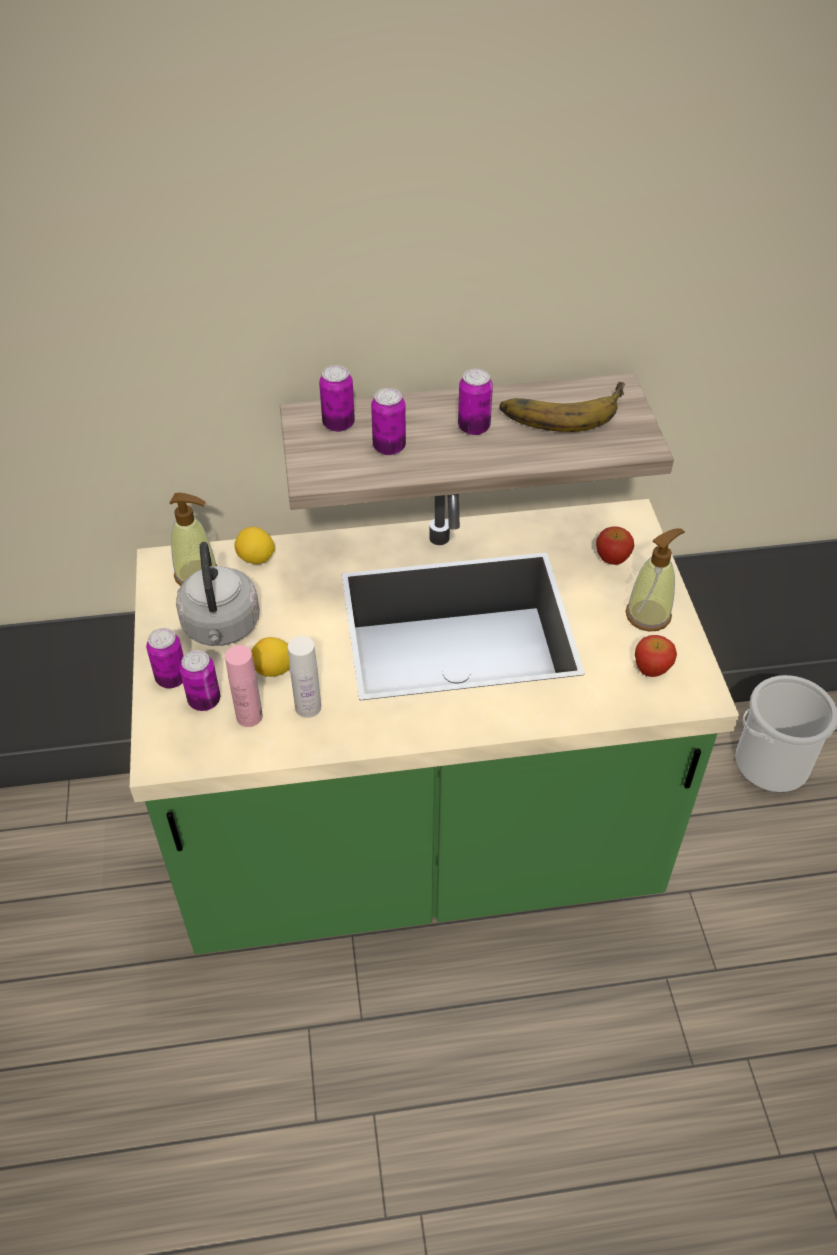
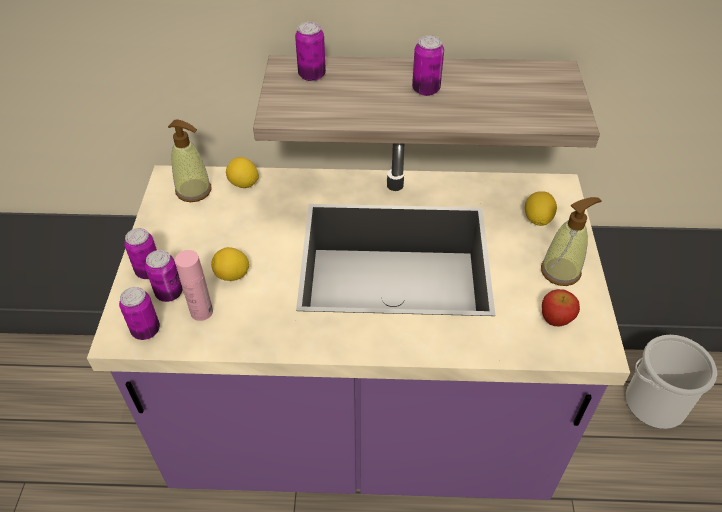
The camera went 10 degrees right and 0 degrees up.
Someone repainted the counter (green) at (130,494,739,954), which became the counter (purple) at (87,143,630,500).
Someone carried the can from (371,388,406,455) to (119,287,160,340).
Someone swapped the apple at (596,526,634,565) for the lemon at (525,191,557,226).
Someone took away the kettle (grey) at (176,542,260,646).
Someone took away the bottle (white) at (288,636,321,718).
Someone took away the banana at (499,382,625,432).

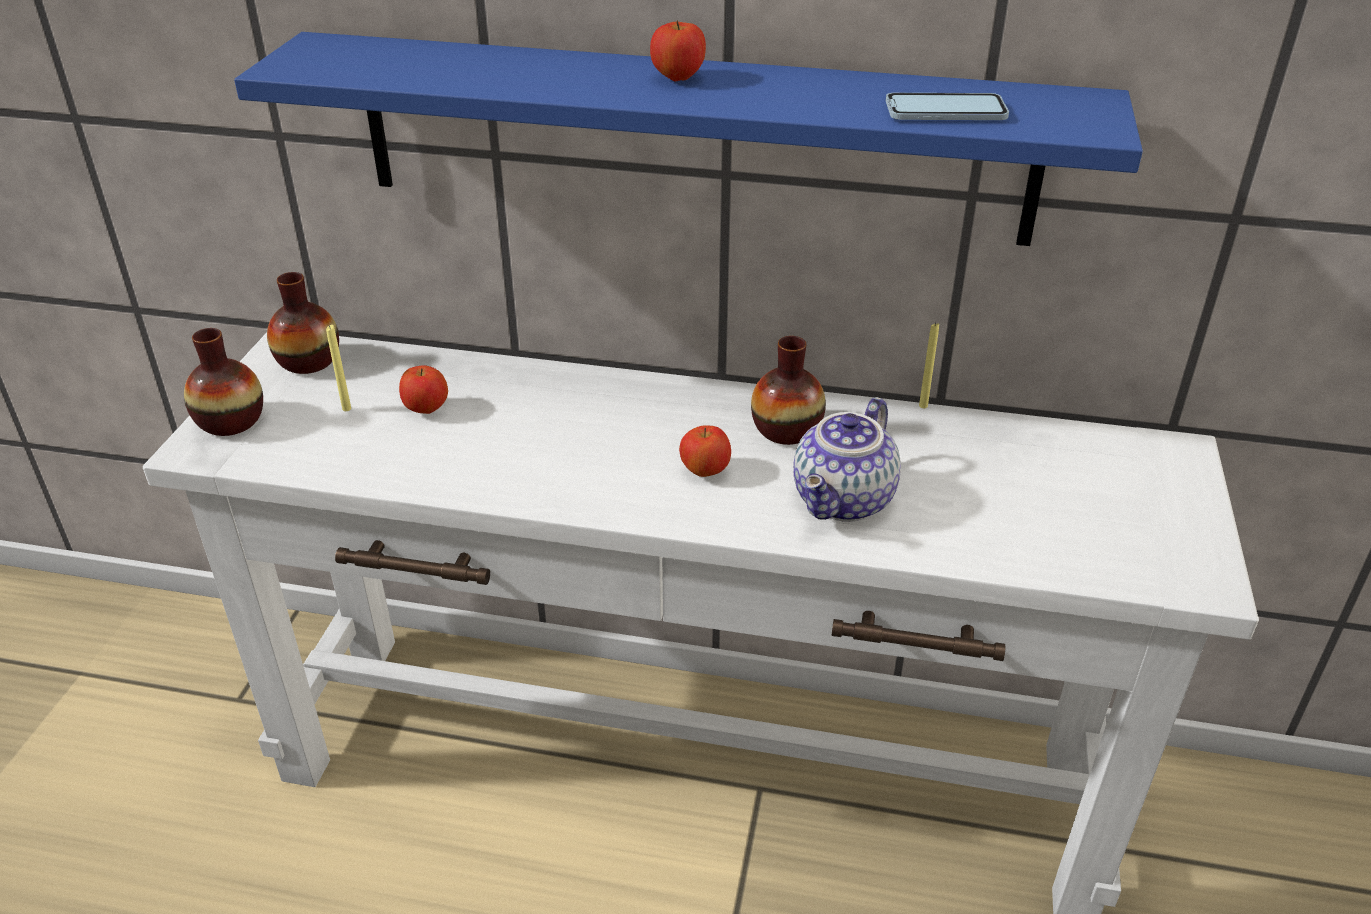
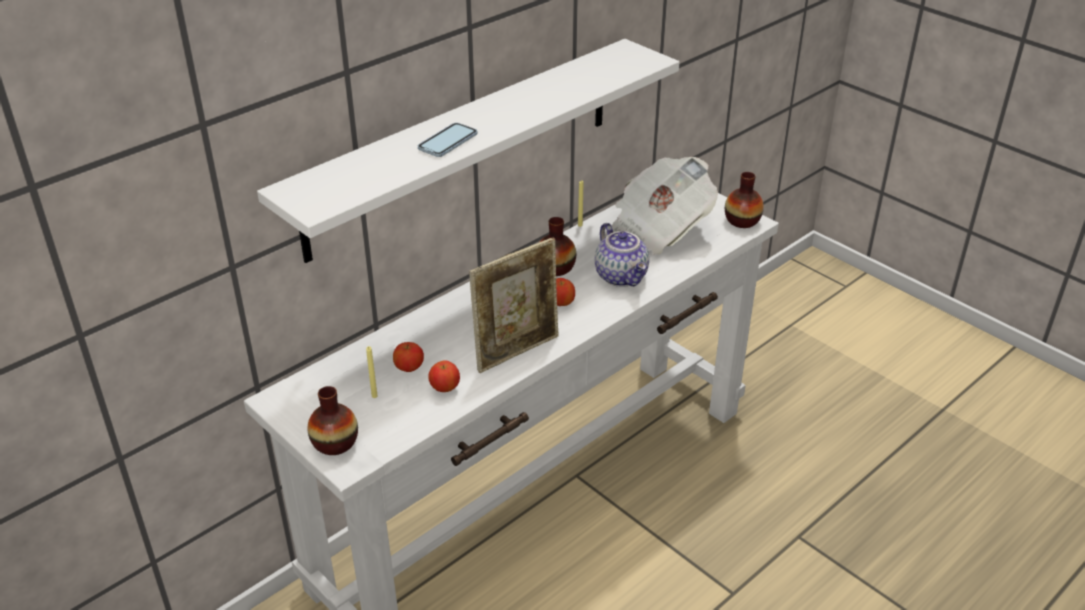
The camera went 55 degrees left and 0 degrees up.
Someone repainted the shelf (blue) at (234,32,1143,246), which became the shelf (white) at (257,39,679,263).
Someone carried the phone from (886,93,1009,120) to (418,123,477,157).
Someone carried the apple from (650,20,706,81) to (428,360,460,392).
Someone put down the picture frame at (469,237,558,373).
Someone put down the newspaper at (605,157,718,255).
Someone carried the vase from (267,272,339,374) to (725,172,764,228).

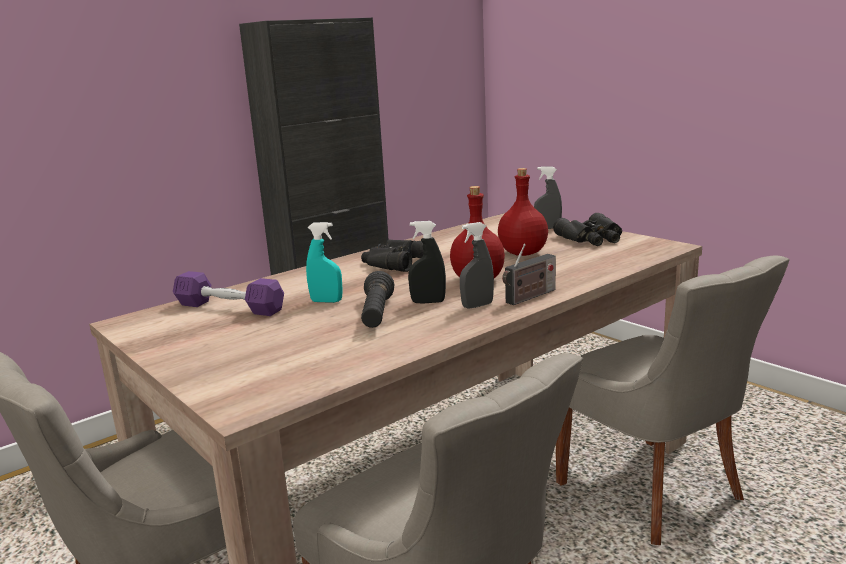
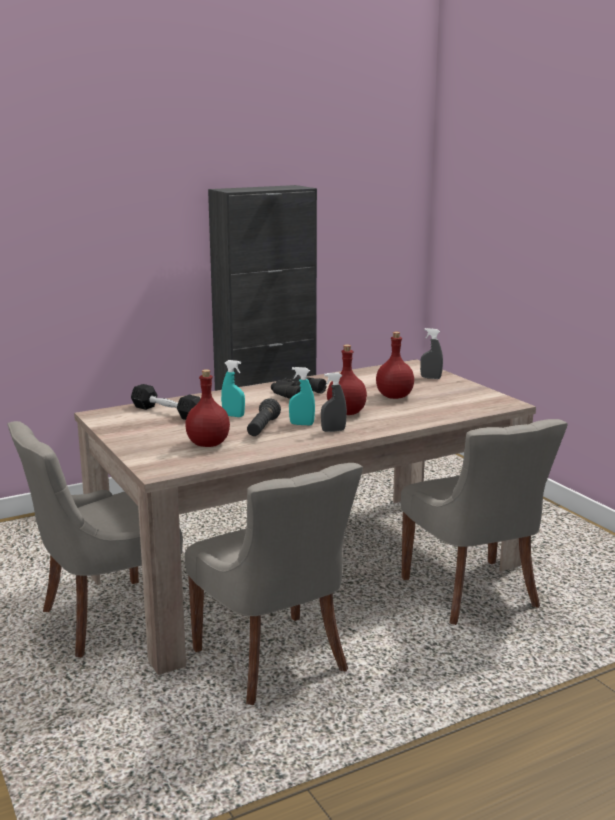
The camera went 10 degrees right and 0 degrees up.
Someone repainted the dumbbell (purple) at (173,271,284,316), which became the dumbbell (black) at (131,384,200,420).
Someone put down the bottle (red) at (185,369,230,447).
Someone repainted the spray bottle (black) at (408,221,446,304), which became the spray bottle (turquoise) at (289,367,315,425).
Someone took away the radio at (502,244,556,305).
Someone took away the binoculars (black) at (553,213,622,246).

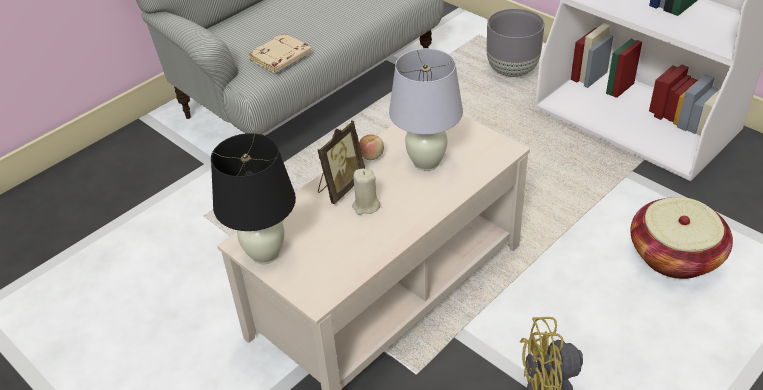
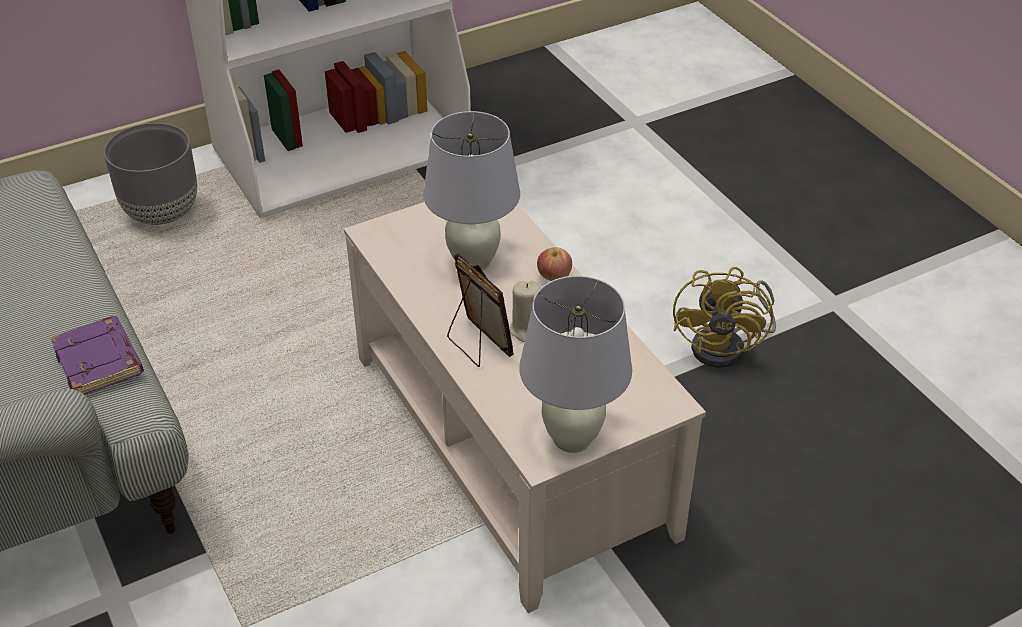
The camera went 75 degrees left and 0 degrees up.
Someone repainted the book (beige) at (249,33,311,73), which became the book (purple) at (50,316,144,395).
Someone repainted the table lamp (black) at (211,133,296,264), which became the table lamp (white) at (519,276,632,453).
Someone carried the apple from (359,134,384,160) to (537,247,572,281).
Someone took away the basket at (630,197,733,279).

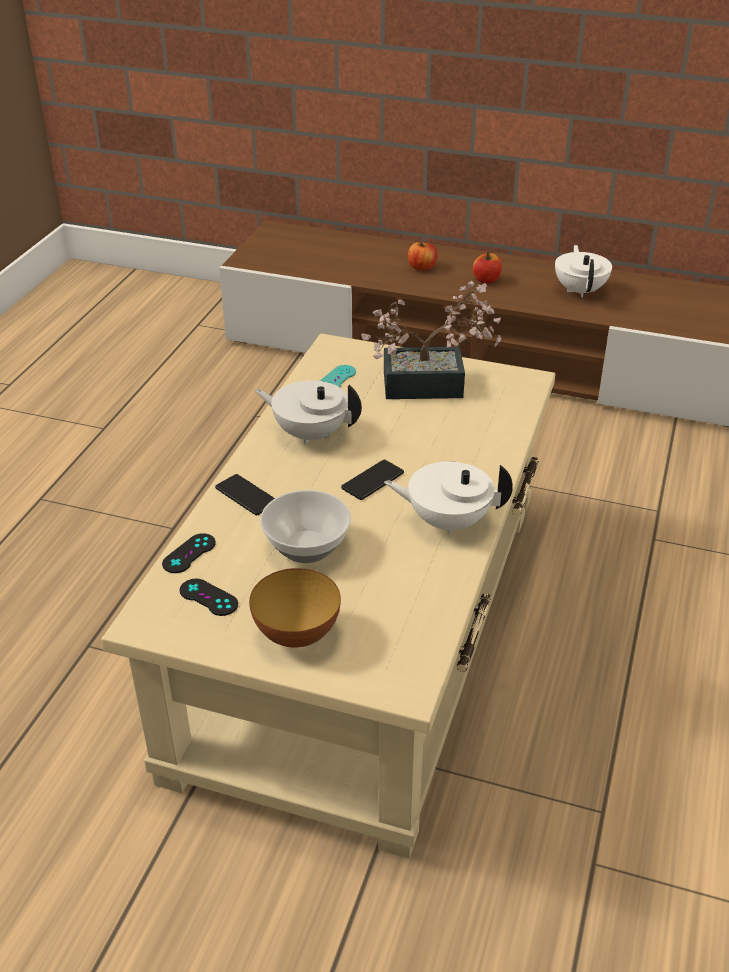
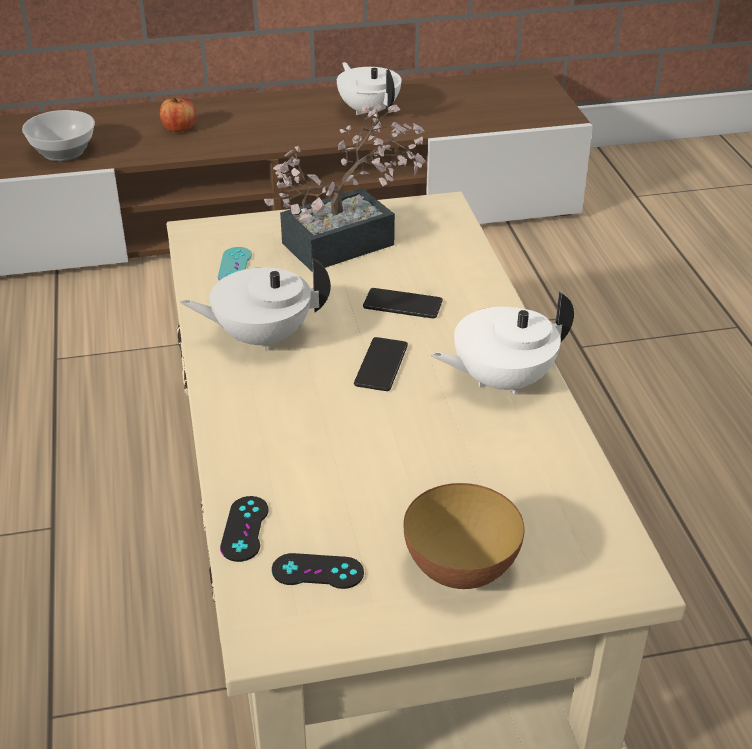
The camera went 30 degrees left and 0 degrees up.
Someone carried the bowl from (260,490,351,563) to (22,110,95,161).
Someone carried the phone from (215,474,275,515) to (363,288,443,319).
Someone took away the apple at (473,252,502,283).

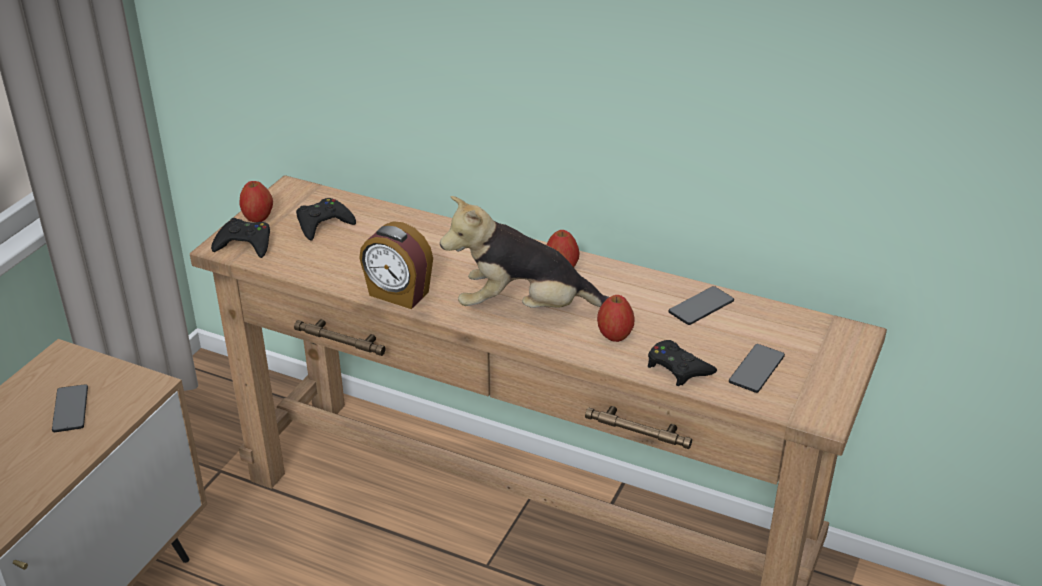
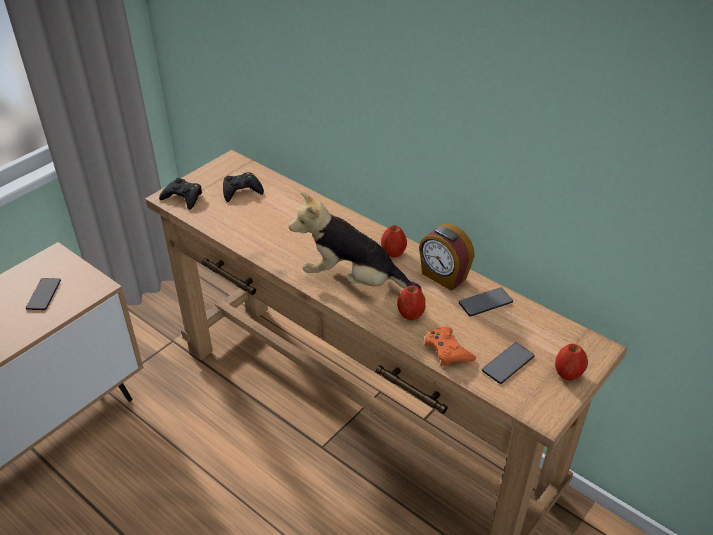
The camera went 15 degrees right and 5 degrees up.
Someone carried the alarm clock from (359,221,433,309) to (419,223,474,291).
Someone repainted the game controller (black) at (648,340,717,386), which became the game controller (orange) at (424,327,476,366).
Someone carried the apple from (240,181,273,222) to (555,344,588,381).

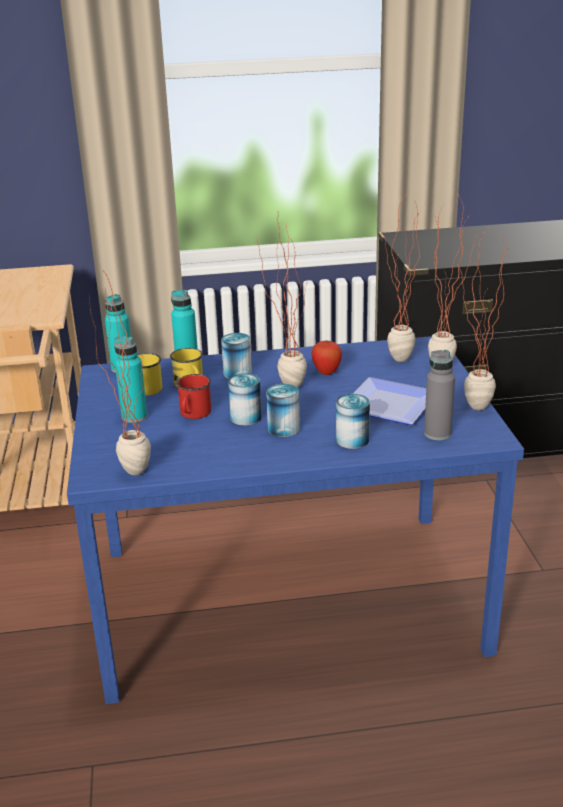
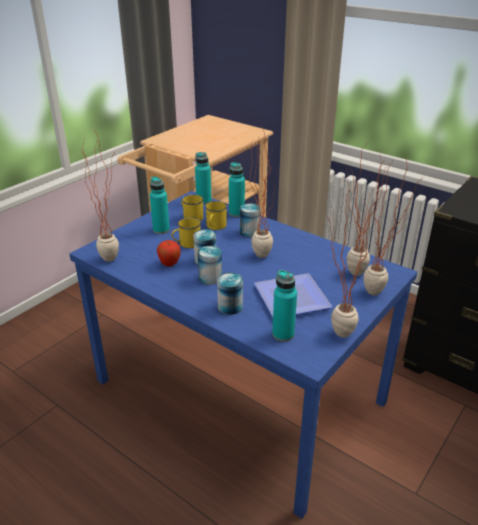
The camera went 45 degrees right and 5 degrees up.
Someone carried the apple from (311,341,342,375) to (157,240,181,267).
Someone repainted the mug (red) at (176,374,211,419), which became the mug (yellow) at (171,217,201,248).
Someone repainted the bottle (grey) at (424,350,455,441), which became the bottle (turquoise) at (272,270,297,342).

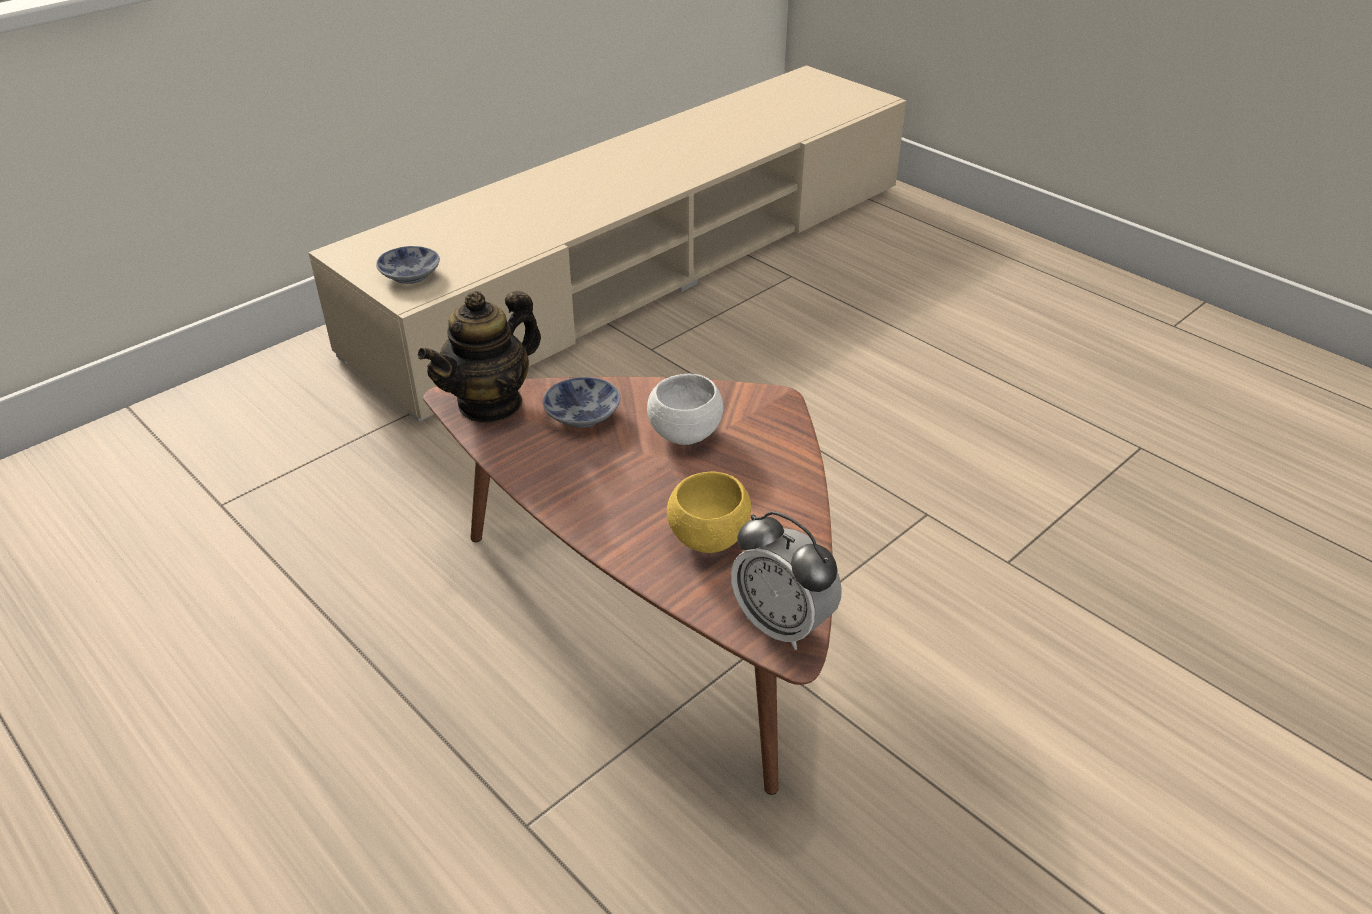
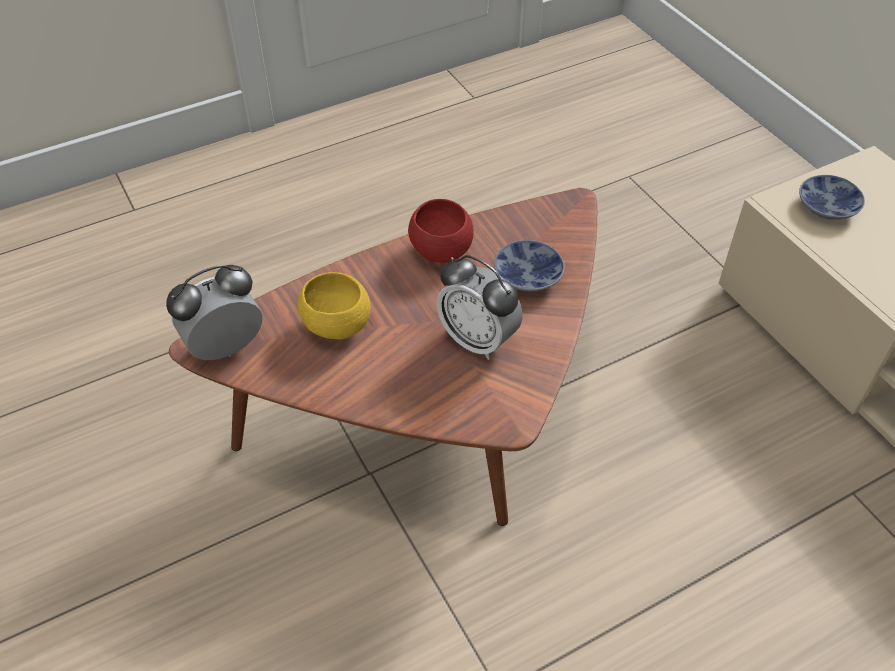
The camera went 105 degrees right and 10 degrees up.
Someone put down the bowl (red) at (408,199,474,263).
Someone swapped the bowl (white) at (647,374,723,445) for the alarm clock at (437,255,522,360).
Someone took away the teapot at (418,291,541,424).

